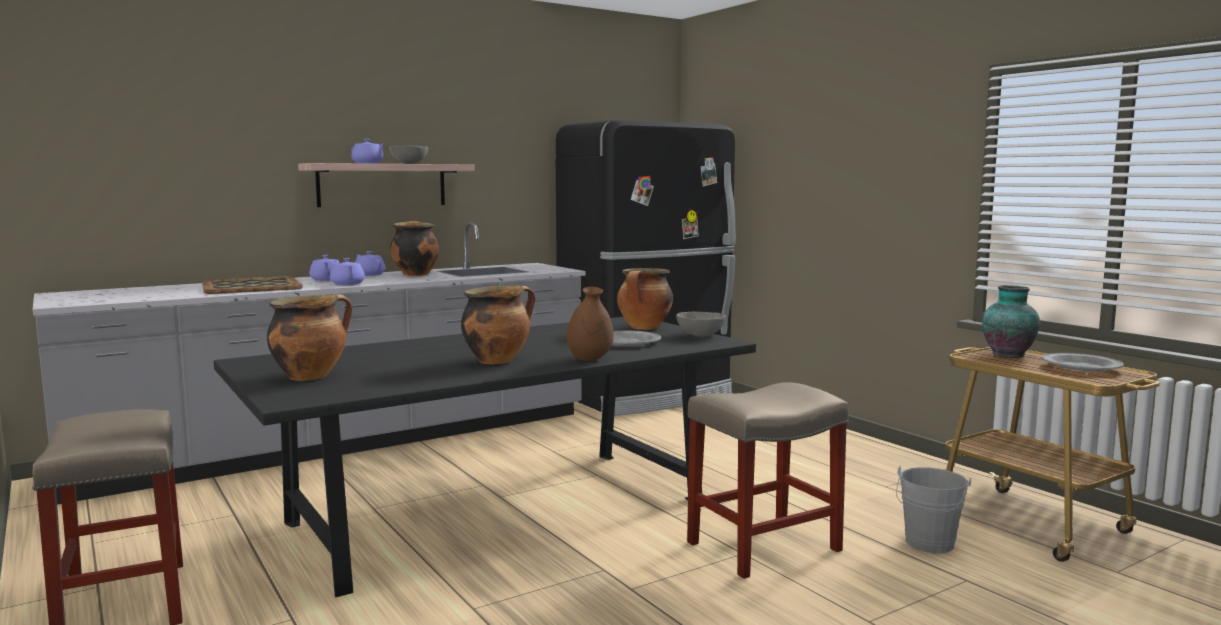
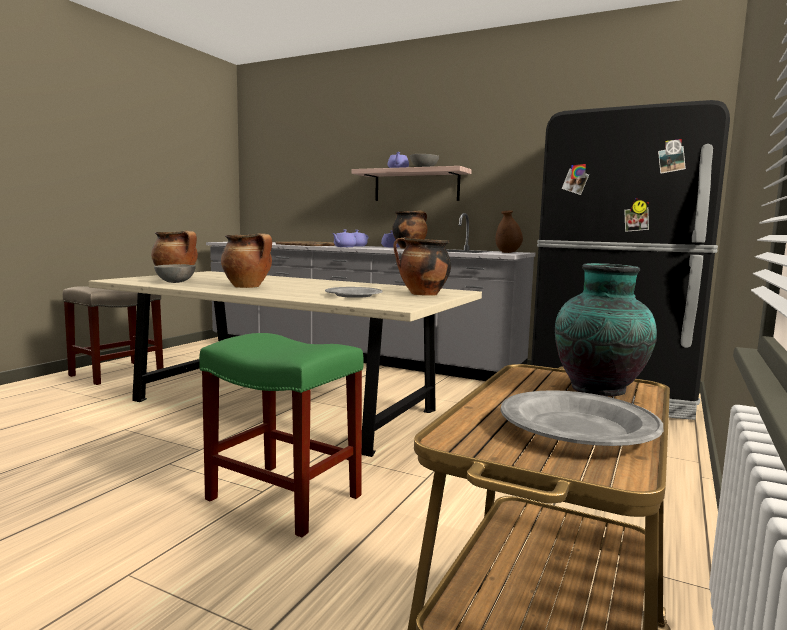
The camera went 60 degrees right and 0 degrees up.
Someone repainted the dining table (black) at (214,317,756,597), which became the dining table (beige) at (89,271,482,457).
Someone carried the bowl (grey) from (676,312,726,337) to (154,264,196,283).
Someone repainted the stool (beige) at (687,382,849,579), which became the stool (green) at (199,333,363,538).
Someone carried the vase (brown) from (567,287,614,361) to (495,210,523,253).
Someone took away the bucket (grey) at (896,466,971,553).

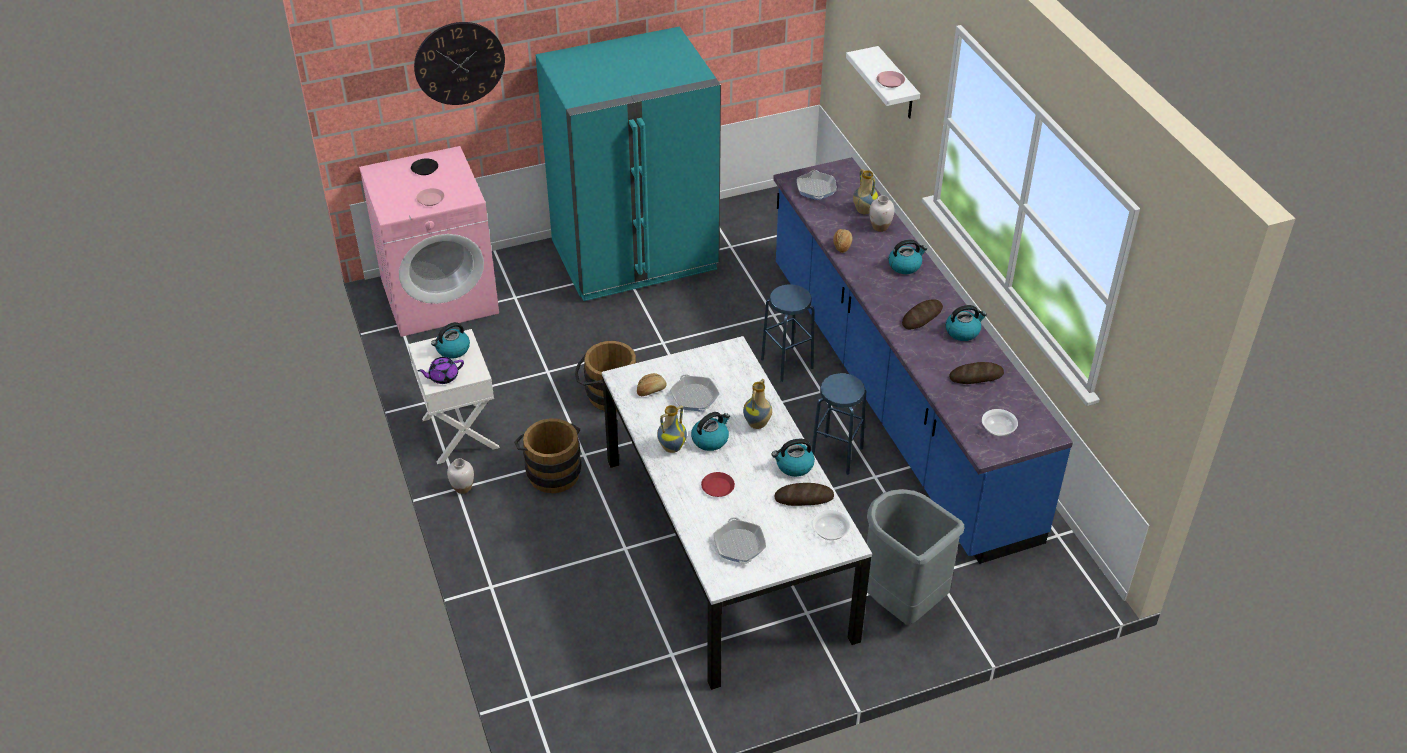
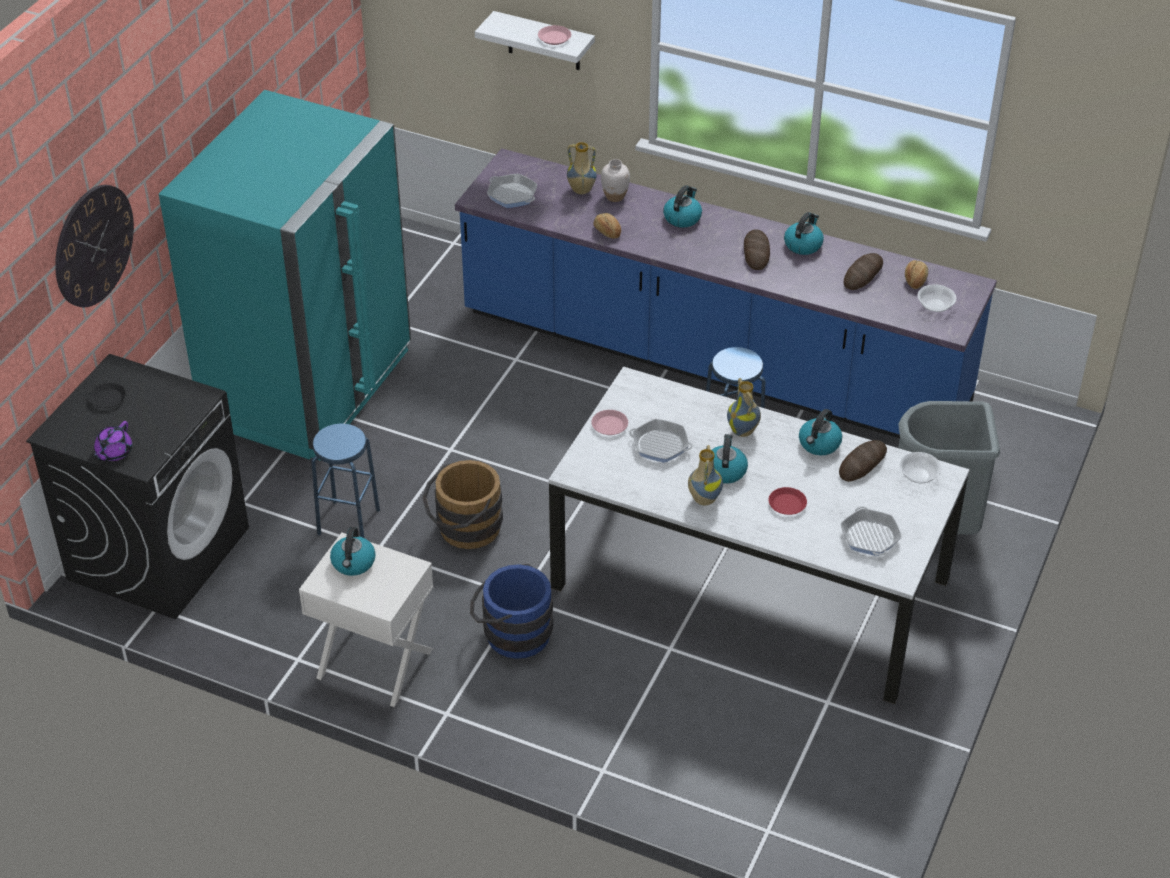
The camera went 45 degrees left and 0 degrees up.
Someone repainted the washing machine (pink) at (359,146,499,337), which became the washing machine (black) at (26,354,249,619).
Someone carried the teapot (purple) from (418,357,464,384) to (93,421,132,461).
Someone carried the stool (blue) from (761,284,815,382) to (311,424,380,538).
Someone repainted the bucket (brown) at (514,418,581,493), which became the bucket (blue) at (470,564,553,659).
Someone carried the plate (pink) from (416,188,445,206) to (591,410,628,435).
Someone rotated the frying pan at (713,517,766,564) by 45 degrees clockwise.
Someone carried the bread from (637,373,666,396) to (905,260,928,289).
Someone took away the vase (white) at (447,458,474,494).

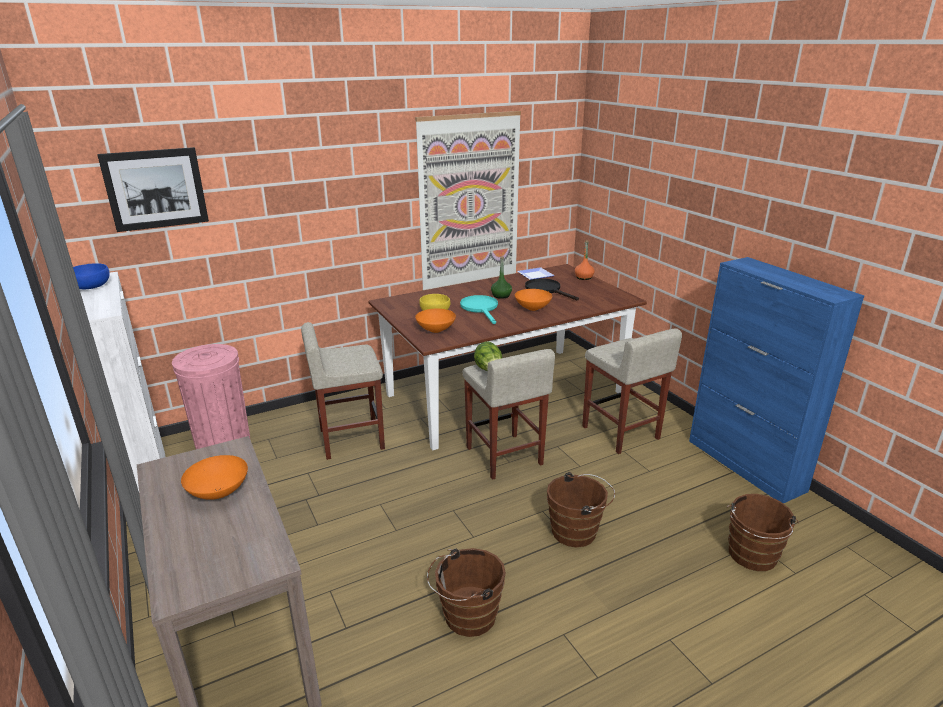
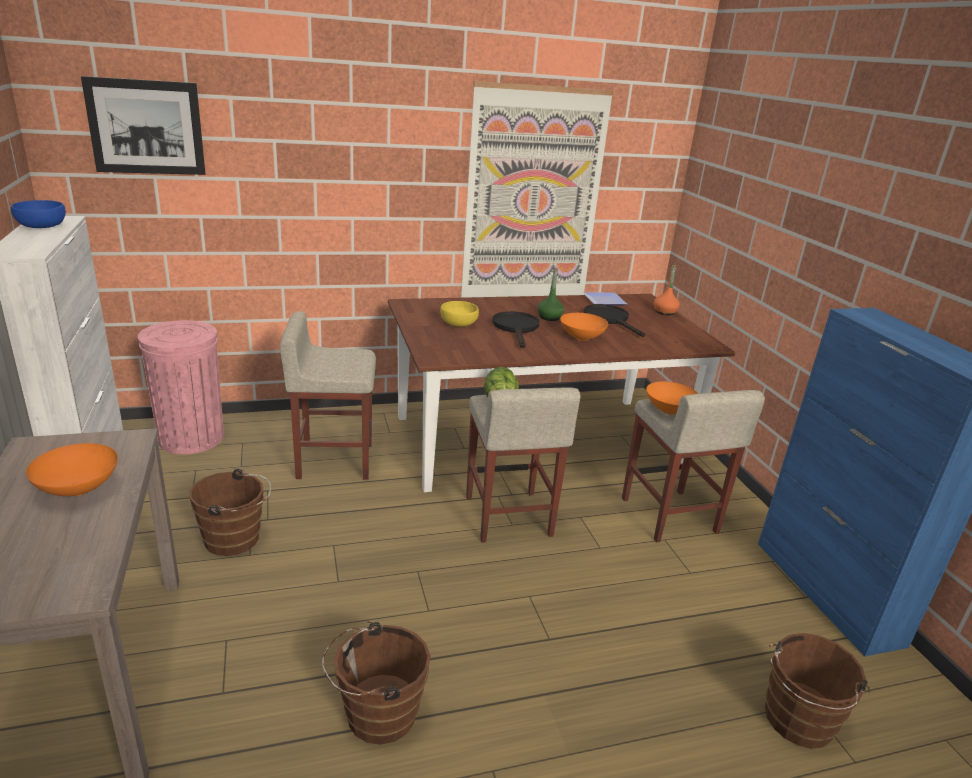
The camera went 10 degrees right and 0 degrees up.
Someone carried the bucket (brown) from (547,472,615,547) to (189,469,271,556).
Someone repainted the frying pan (turquoise) at (460,295,498,324), which became the frying pan (black) at (492,311,540,348).
Someone carried the bowl (orange) from (415,309,456,333) to (646,381,698,415).

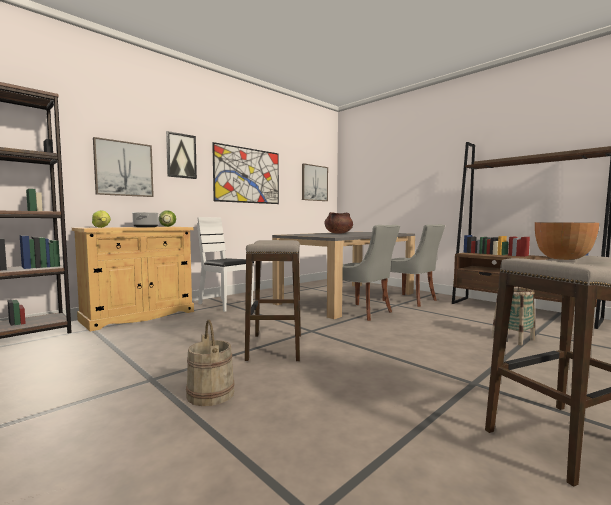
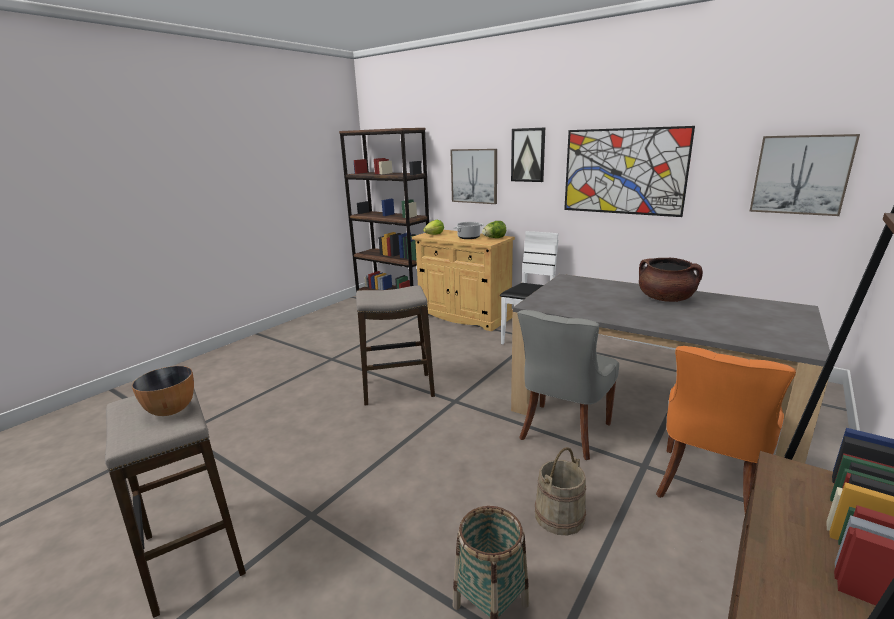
The camera went 80 degrees right and 15 degrees up.
Someone carried the bucket (beige) from (186,320,235,406) to (535,447,586,535).
Someone repainted the chair (grey) at (383,224,445,307), which became the chair (orange) at (656,346,796,513).

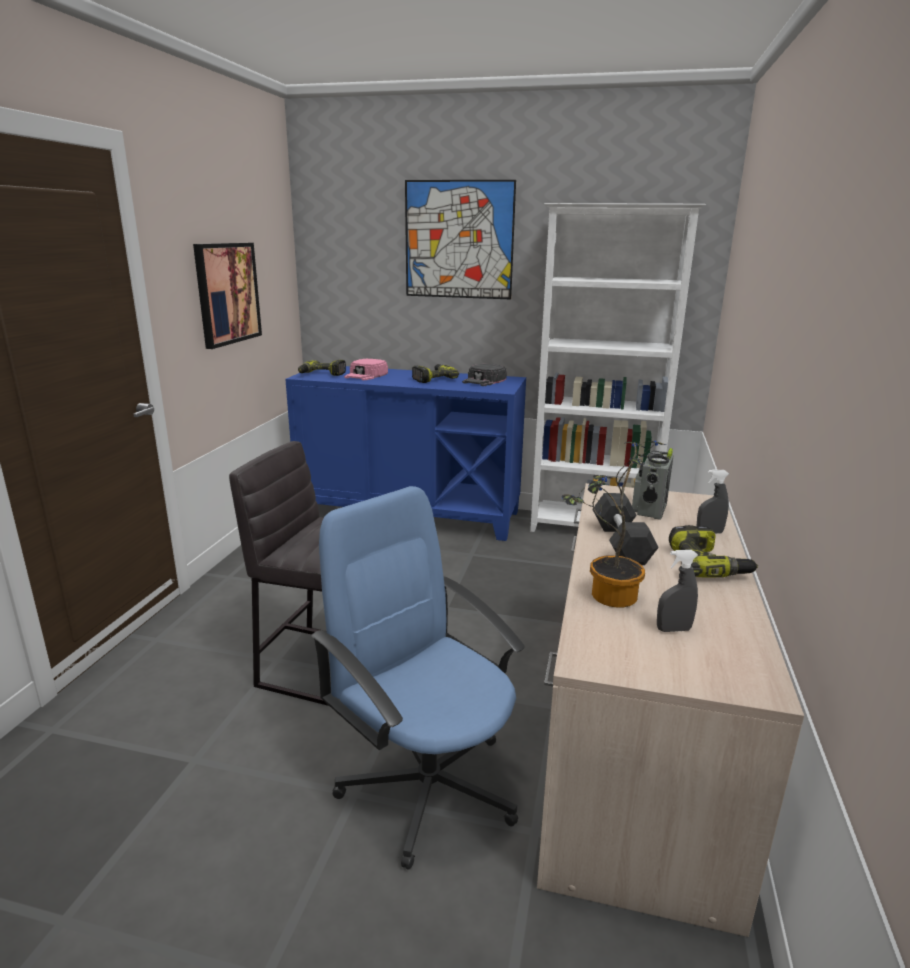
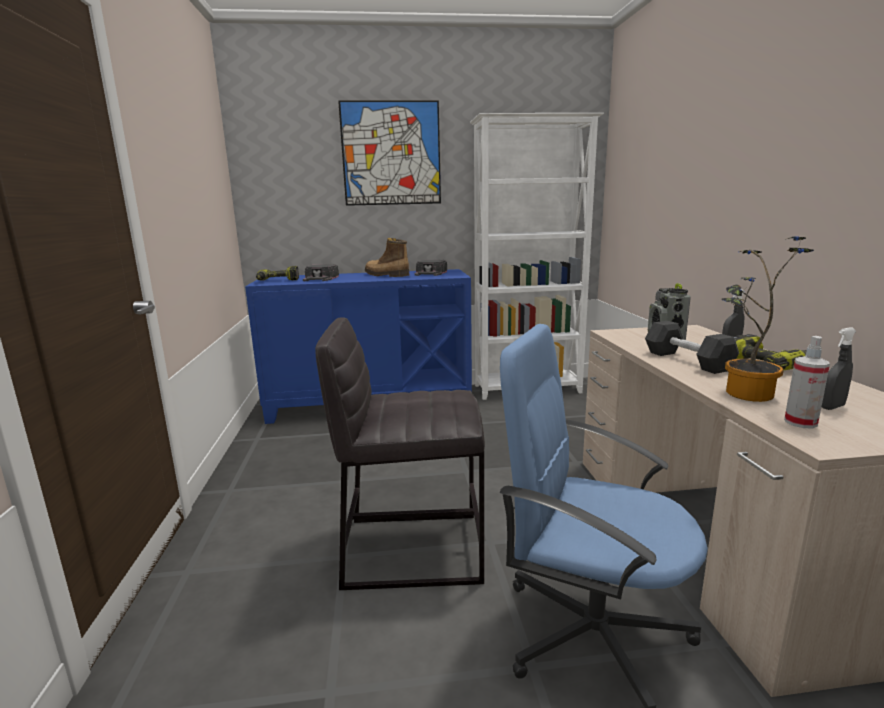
The camera went 20 degrees left and 5 degrees down.
Someone repainted the cap (pink) at (344,359,388,380), which became the cap (black) at (303,264,339,281).
Someone swapped the power drill at (412,364,459,383) for the boot at (365,238,409,277).
Someone put down the spray bottle at (784,336,830,429).
Someone took away the picture at (193,243,262,349).

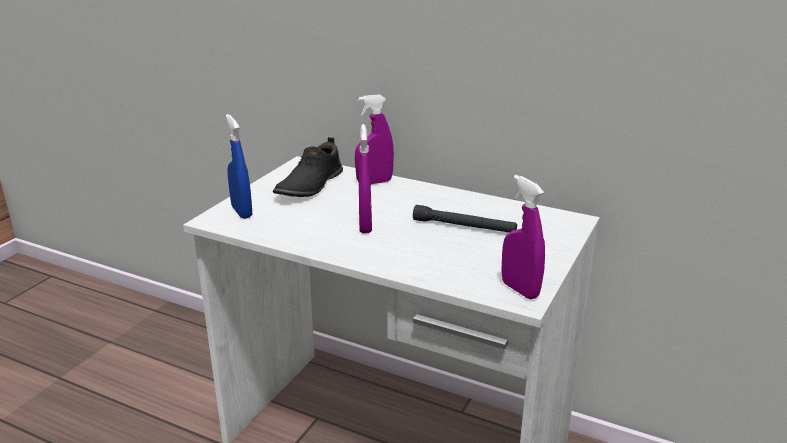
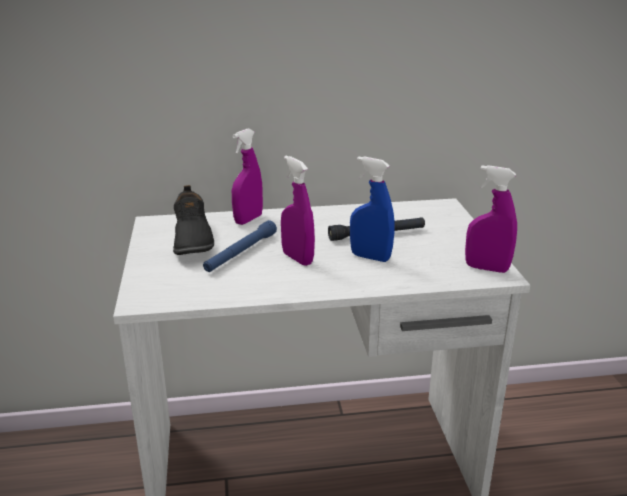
The camera went 35 degrees left and 0 degrees up.
Someone put down the flashlight (blue) at (203,220,277,272).
Someone carried the spray bottle (blue) from (226,114,252,219) to (350,156,395,262).

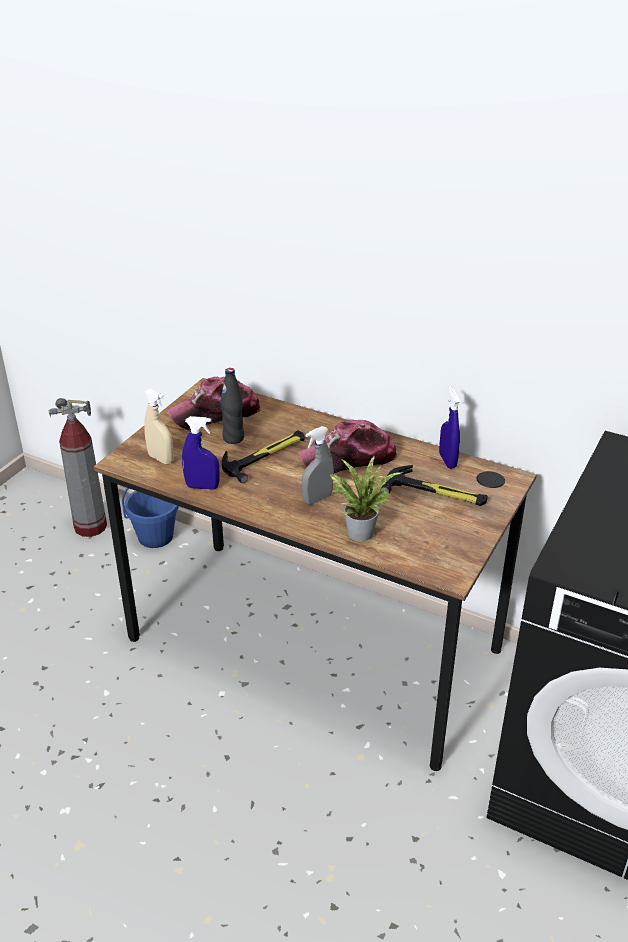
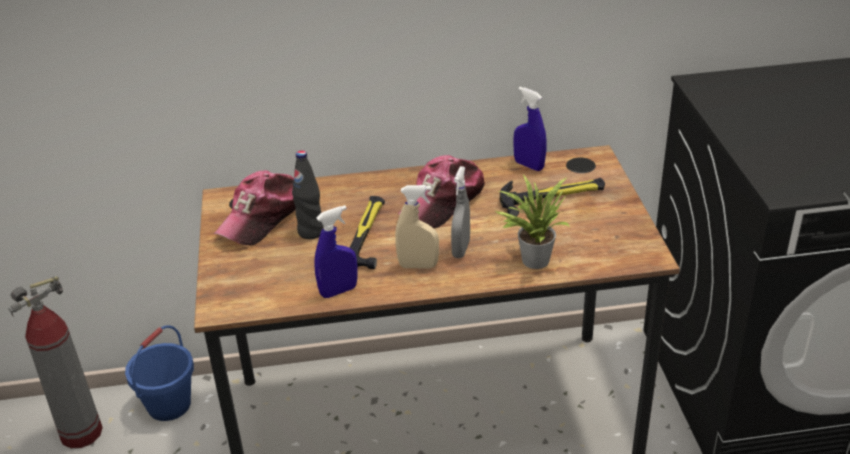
The camera went 35 degrees left and 0 degrees up.
Someone carried the spray bottle (beige) from (144,389,174,464) to (395,185,439,268).

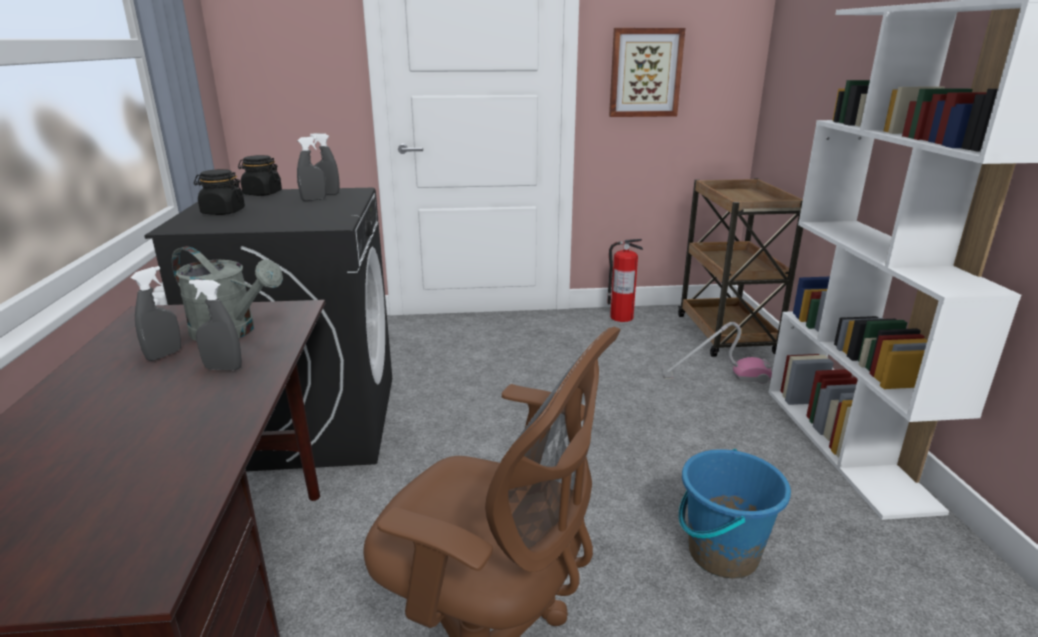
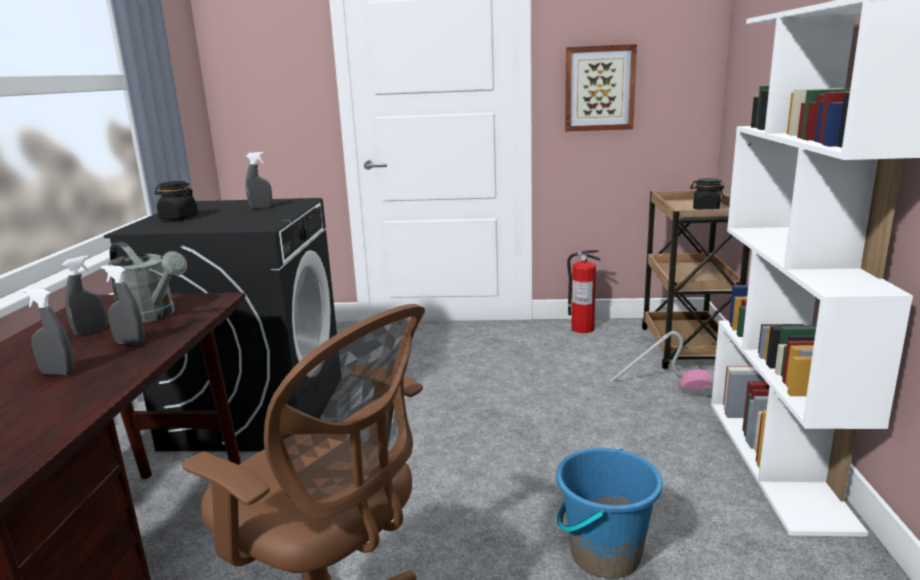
The camera went 10 degrees right and 5 degrees down.
Someone carried the spray bottle (grey) from (310,133,340,195) to (22,288,75,375).
Someone carried the jar (black) from (238,155,282,196) to (690,178,724,209).

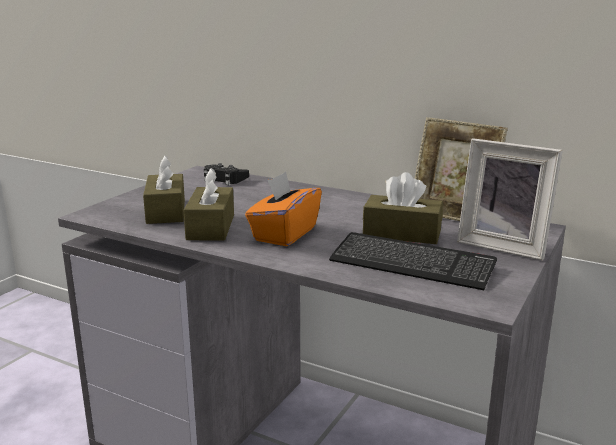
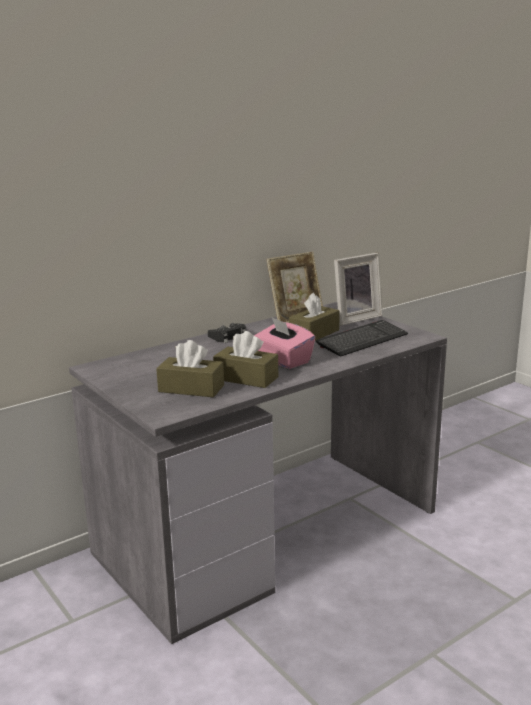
The camera went 65 degrees left and 0 degrees up.
Someone carried the game controller (black) from (204,163,249,185) to (208,323,246,343).
Someone repainted the tissue box (orange) at (245,172,322,246), which became the tissue box (pink) at (254,317,315,369).

